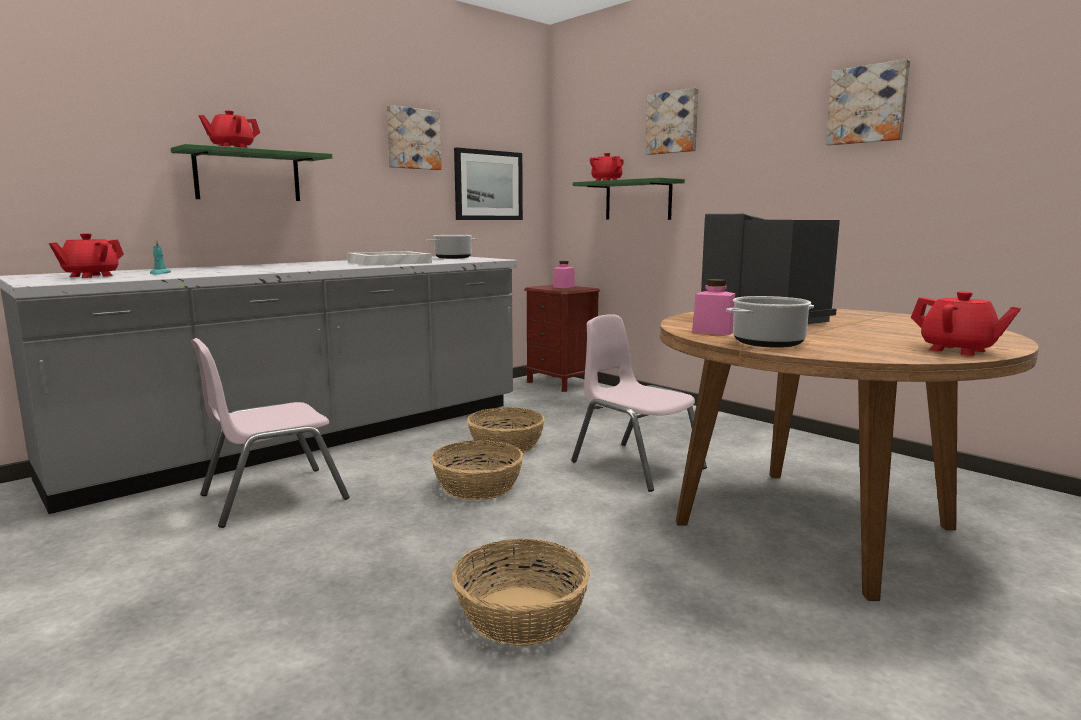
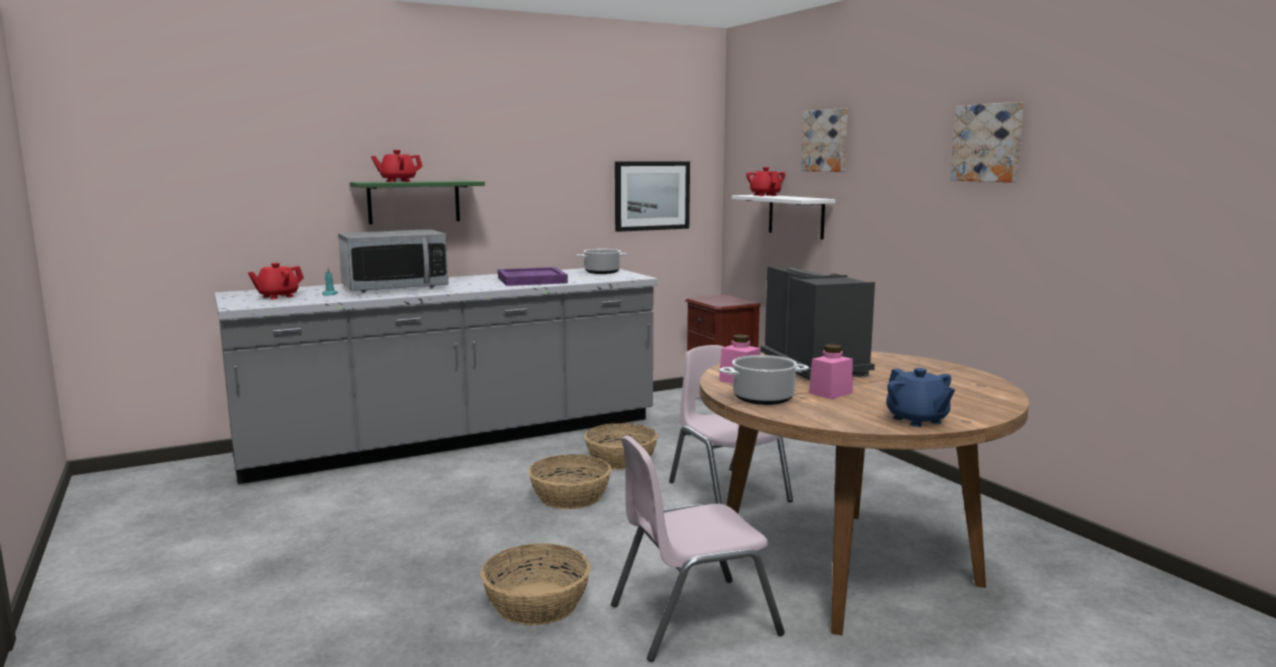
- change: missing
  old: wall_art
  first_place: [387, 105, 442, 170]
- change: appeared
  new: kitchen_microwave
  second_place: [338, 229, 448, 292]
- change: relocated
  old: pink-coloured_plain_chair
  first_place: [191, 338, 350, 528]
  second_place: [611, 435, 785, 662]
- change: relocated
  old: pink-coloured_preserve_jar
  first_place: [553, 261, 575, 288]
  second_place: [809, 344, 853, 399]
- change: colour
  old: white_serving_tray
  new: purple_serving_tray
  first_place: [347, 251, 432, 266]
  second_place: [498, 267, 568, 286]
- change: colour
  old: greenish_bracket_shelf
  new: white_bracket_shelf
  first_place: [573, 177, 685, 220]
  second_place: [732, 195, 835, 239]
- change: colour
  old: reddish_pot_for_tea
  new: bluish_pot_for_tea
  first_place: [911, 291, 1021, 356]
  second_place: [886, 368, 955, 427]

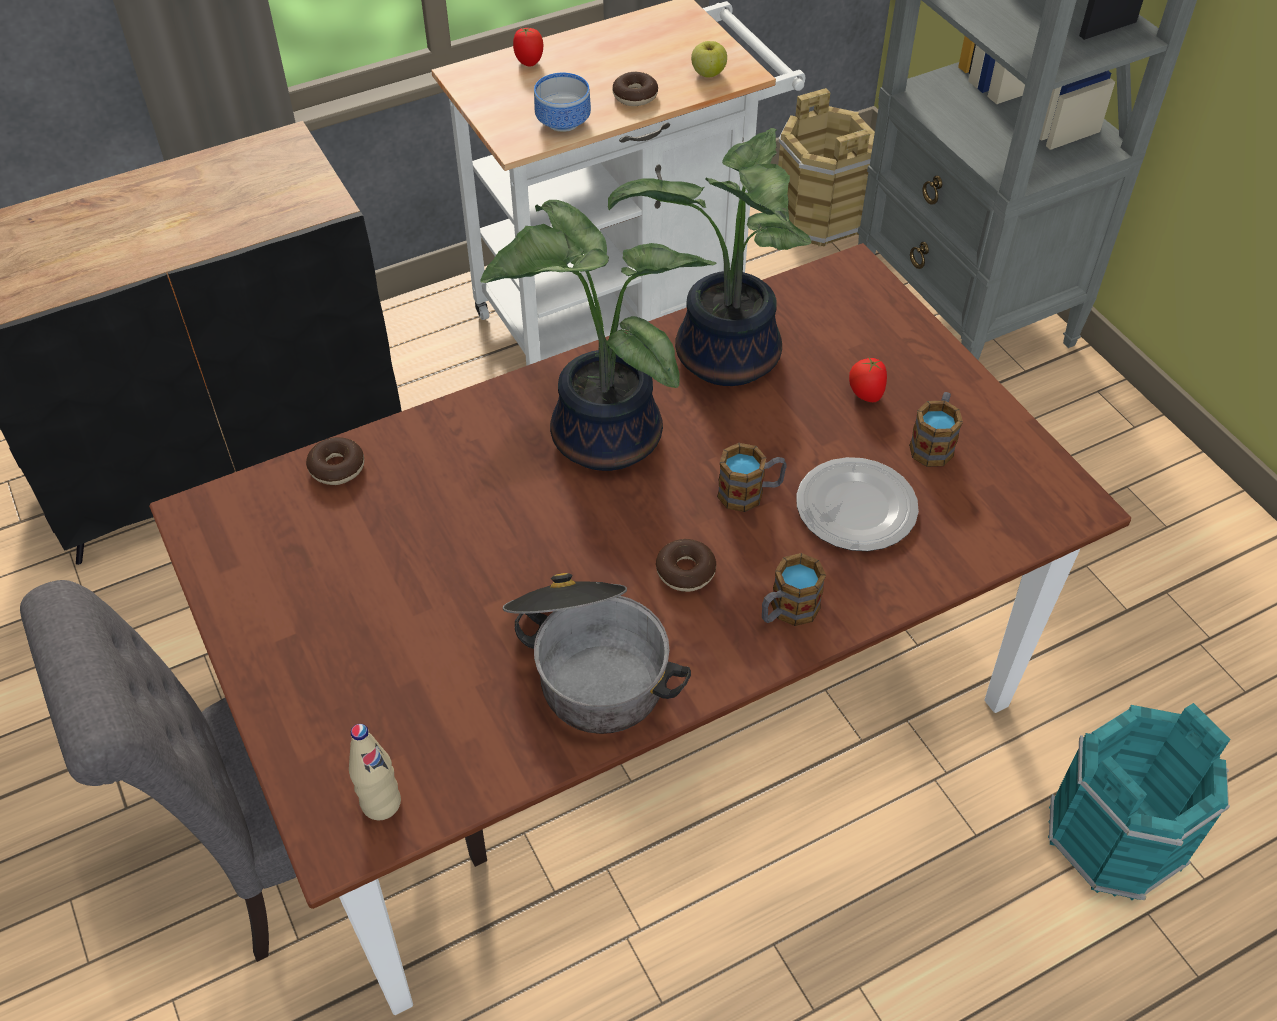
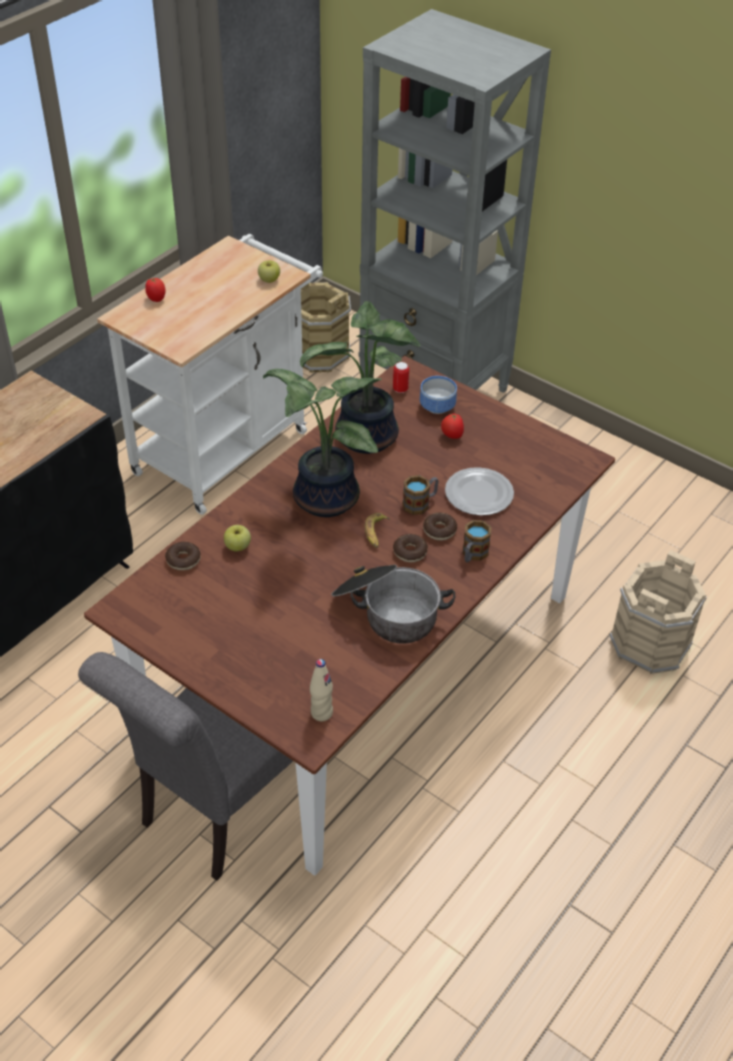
- change: missing
  old: mug
  first_place: [909, 392, 963, 467]
- change: appeared
  new: whole_apple
  second_place: [224, 525, 251, 551]
- change: appeared
  new: banana
  second_place: [365, 513, 390, 548]
- change: appeared
  new: sealed_can
  second_place: [393, 362, 409, 393]
- change: relocated
  old: deep_dish
  first_place: [534, 73, 591, 132]
  second_place: [420, 376, 457, 414]
- change: relocated
  old: donut
  first_place: [612, 72, 658, 106]
  second_place: [423, 513, 457, 541]
- change: colour
  old: turquoise-coloured_water_bucket
  new: beige_water_bucket
  first_place: [1048, 703, 1231, 900]
  second_place: [609, 550, 707, 674]

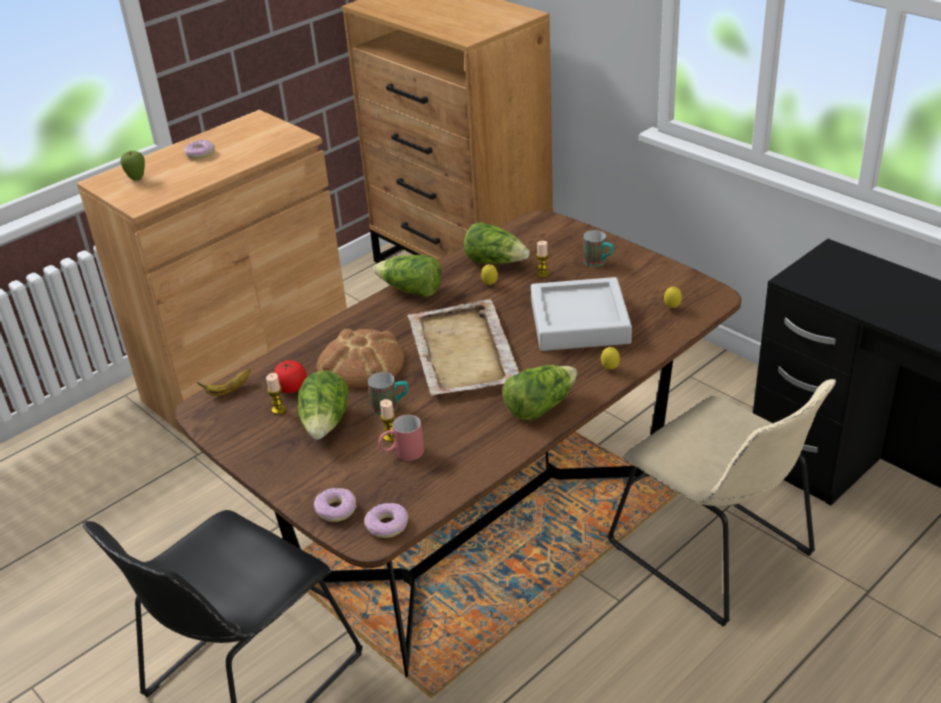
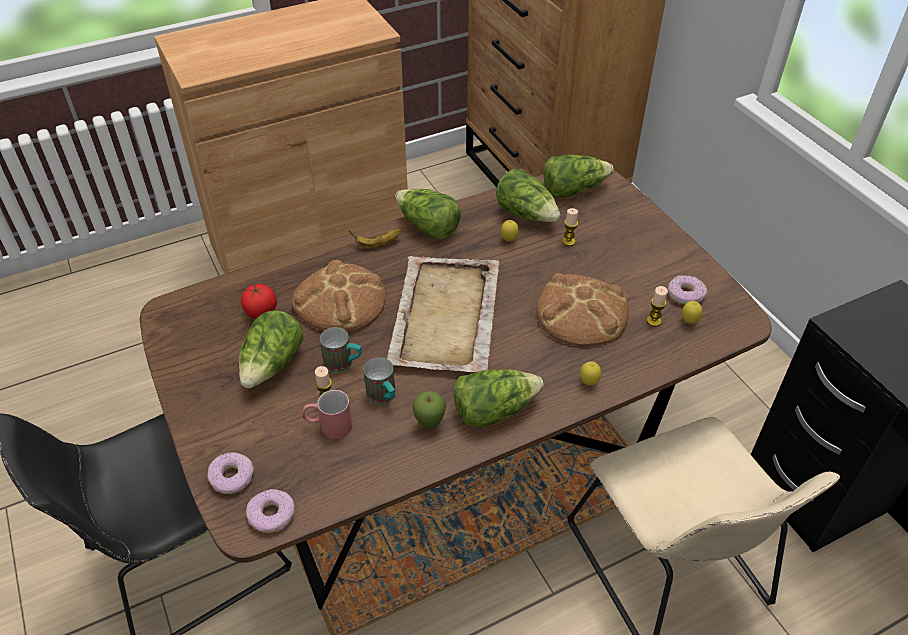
- change: appeared
  new: lettuce_head
  second_place: [544, 154, 614, 198]
- change: relocated
  old: whole_apple
  first_place: [120, 151, 145, 180]
  second_place: [412, 391, 446, 428]
- change: relocated
  old: donut
  first_place: [184, 140, 215, 159]
  second_place: [668, 275, 707, 305]
- change: relocated
  old: banana
  first_place: [197, 369, 251, 396]
  second_place: [349, 228, 402, 249]
- change: relocated
  old: candle
  first_place: [266, 373, 286, 414]
  second_place: [647, 286, 668, 327]
- change: relocated
  old: mug
  first_place: [583, 230, 614, 267]
  second_place: [364, 357, 395, 404]
- change: exchanged
  old: greyish_serving_tray
  new: baked_bread
  first_place: [531, 277, 632, 351]
  second_place: [536, 273, 629, 346]

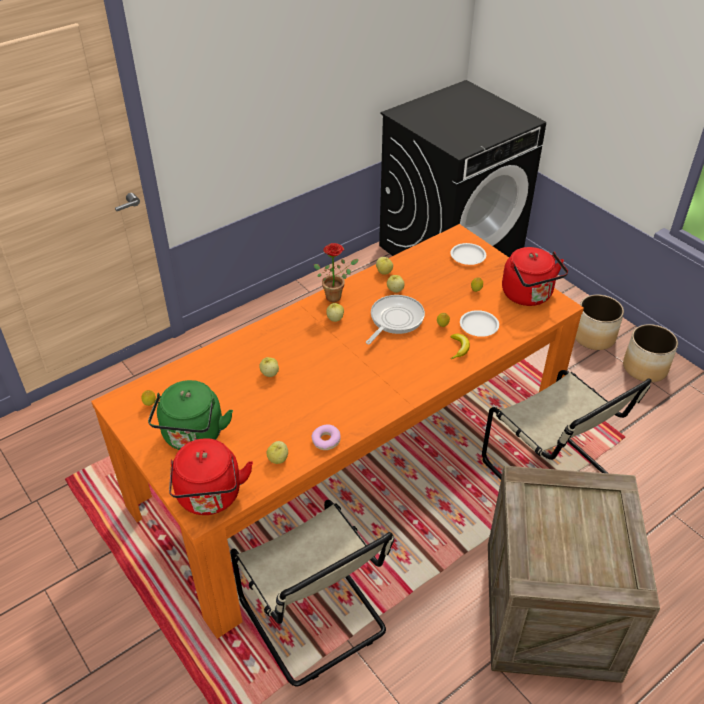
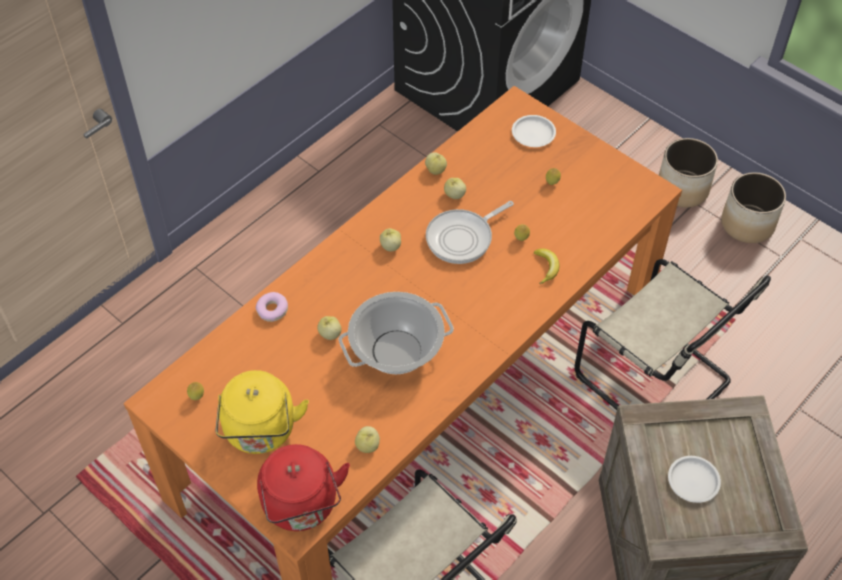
- change: missing
  old: potted_plant
  first_place: [314, 243, 359, 302]
- change: missing
  old: reddish_kettle
  first_place: [502, 247, 568, 306]
- change: appeared
  new: stockpot
  second_place: [339, 292, 454, 374]
- change: relocated
  old: donut
  first_place: [311, 424, 341, 450]
  second_place: [256, 292, 288, 322]
- change: relocated
  old: white_plate
  first_place: [460, 310, 499, 337]
  second_place: [668, 456, 721, 503]
- change: colour
  old: greenish_kettle
  new: yellow-coloured_kettle
  first_place: [148, 380, 233, 450]
  second_place: [216, 370, 309, 454]
- change: spun
  old: pan
  first_place: [366, 295, 425, 344]
  second_place: [426, 201, 514, 264]
  degrees: -150

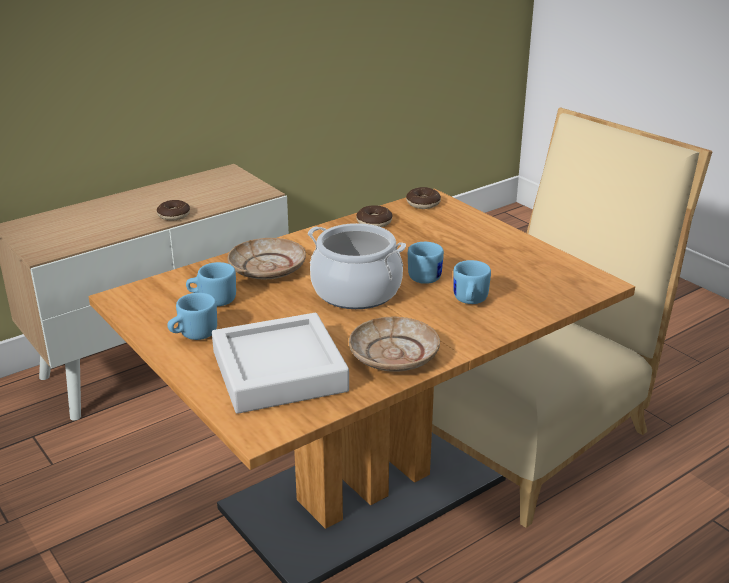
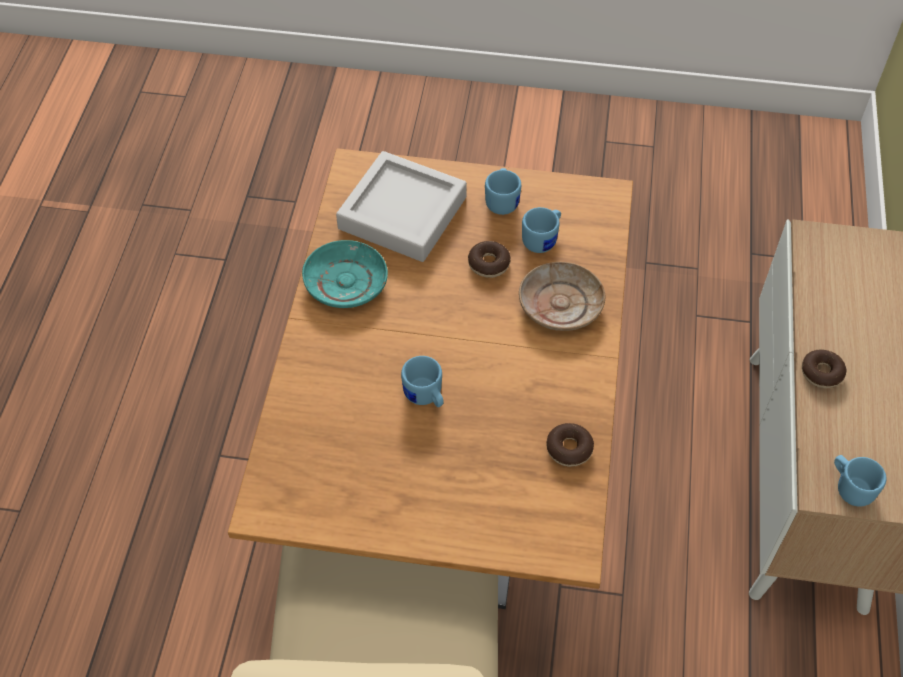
- change: missing
  old: stockpot
  first_place: [308, 223, 406, 309]
- change: relocated
  old: donut
  first_place: [406, 187, 441, 209]
  second_place: [468, 241, 511, 278]
- change: relocated
  old: bluish_mug
  first_place: [453, 260, 491, 304]
  second_place: [834, 455, 886, 507]
- change: colour
  old: beige_plate
  new: turquoise-coloured_plate
  first_place: [349, 316, 440, 372]
  second_place: [302, 240, 388, 308]

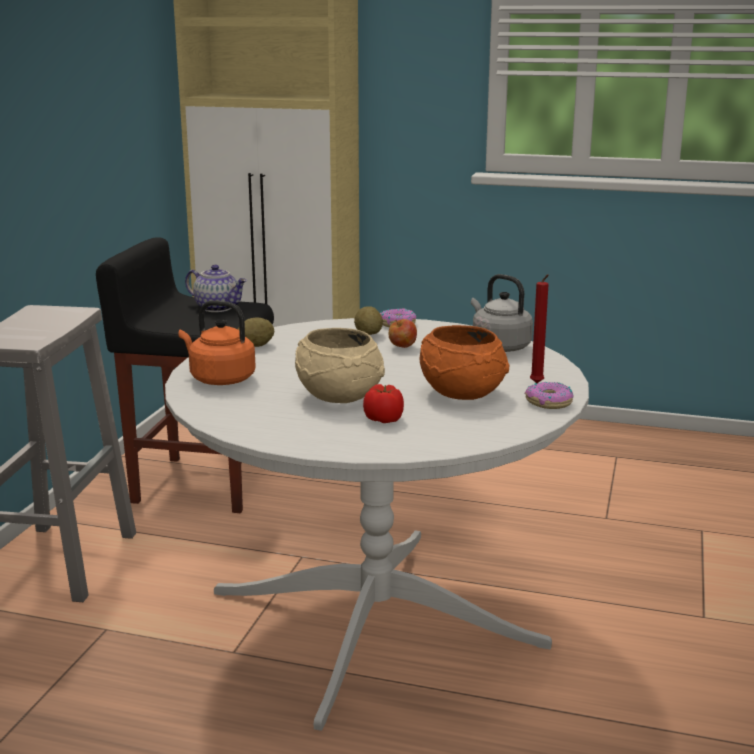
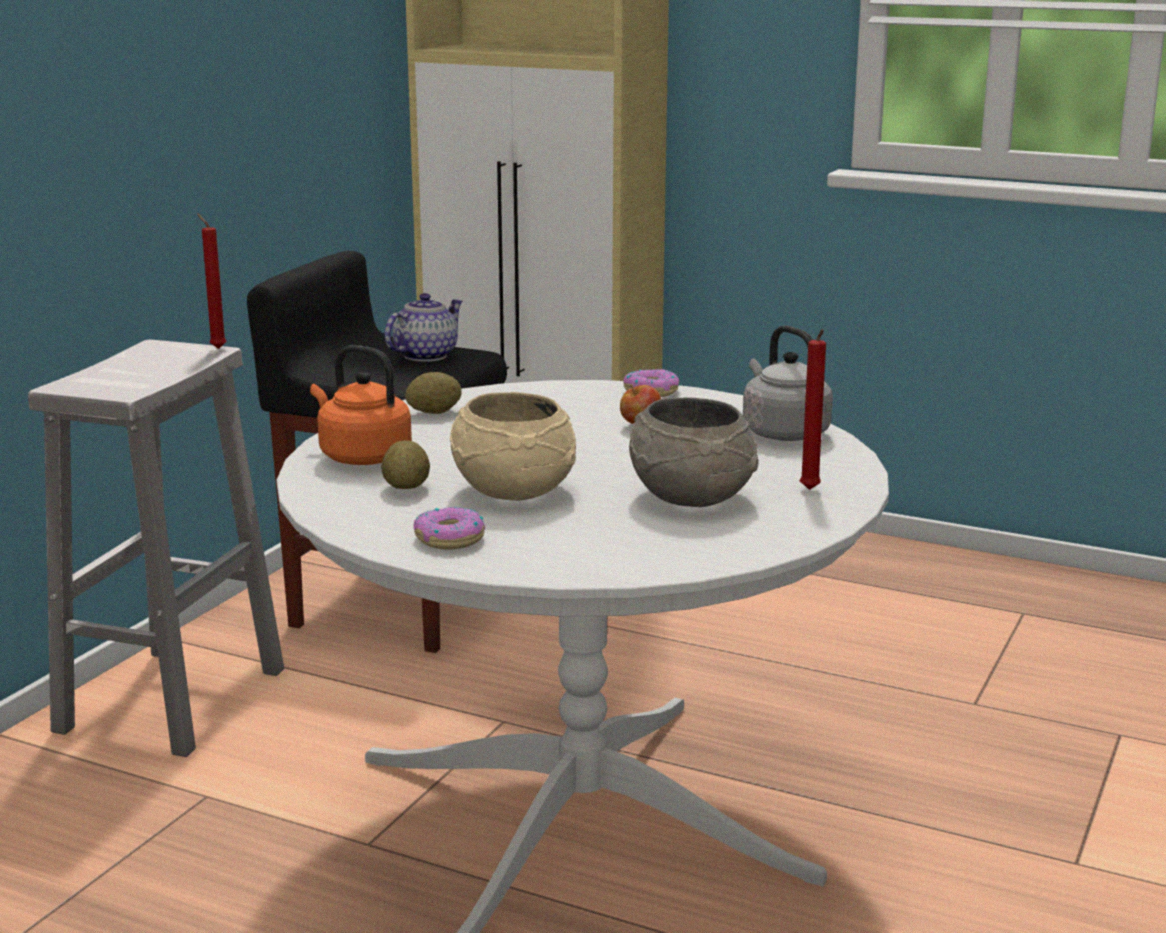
- change: missing
  old: tomato
  first_place: [363, 384, 404, 423]
- change: appeared
  new: reddish_candle
  second_place: [197, 213, 226, 349]
- change: relocated
  old: potato
  first_place: [354, 306, 383, 335]
  second_place: [381, 440, 430, 489]
- change: relocated
  old: donut
  first_place: [525, 382, 573, 409]
  second_place: [413, 507, 485, 550]
- change: colour
  old: orangey_deep_dish
  new: greyish_deep_dish
  first_place: [420, 325, 509, 400]
  second_place: [629, 397, 758, 507]
- change: spun
  old: pot_for_tea
  first_place: [185, 265, 247, 312]
  second_place: [385, 293, 463, 362]
  degrees: -90

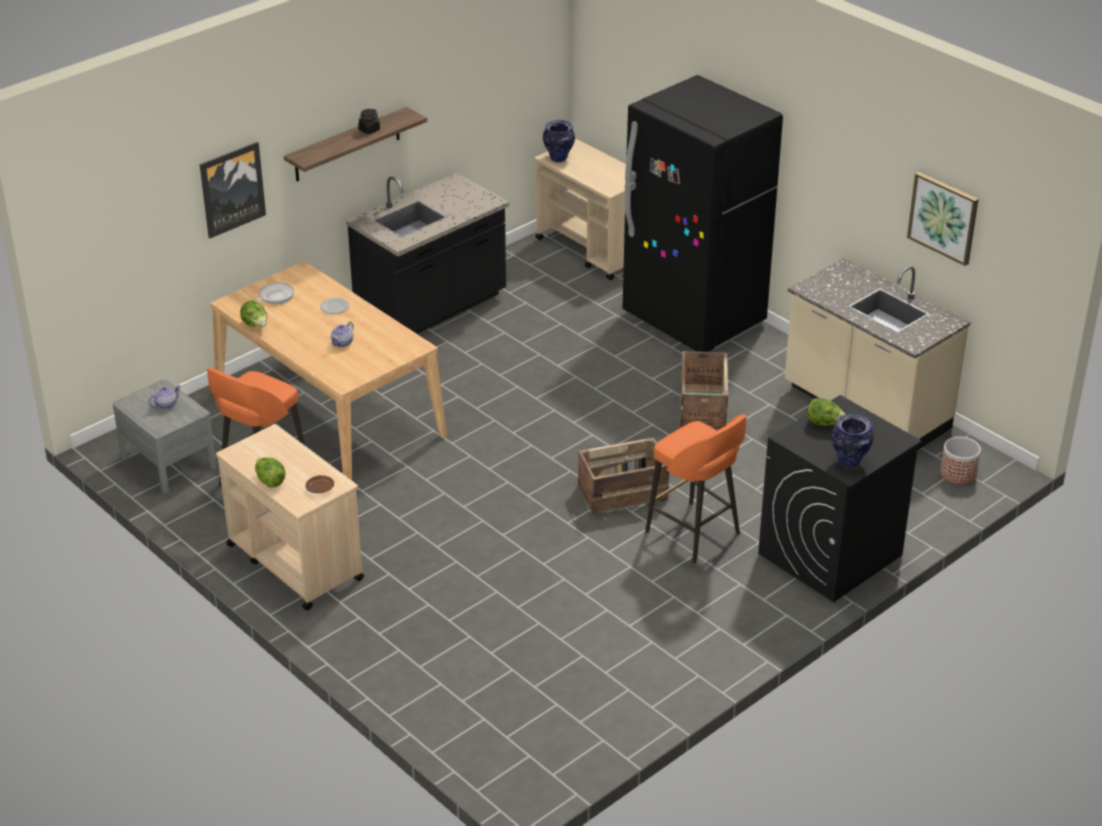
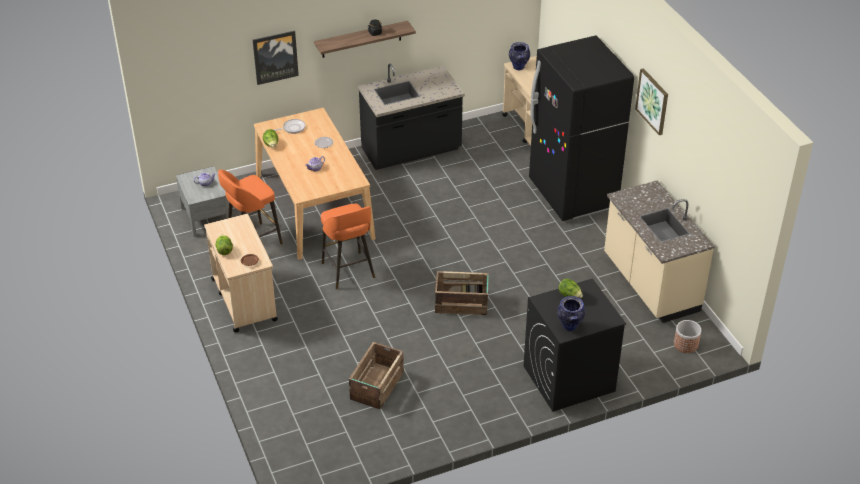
- change: relocated
  old: orangey_stool
  first_place: [645, 415, 746, 563]
  second_place: [321, 204, 375, 289]
- change: relocated
  old: crate
  first_place: [680, 351, 728, 429]
  second_place: [349, 342, 404, 410]
- change: relocated
  old: wall_art
  first_place: [907, 172, 979, 266]
  second_place: [635, 68, 668, 135]

